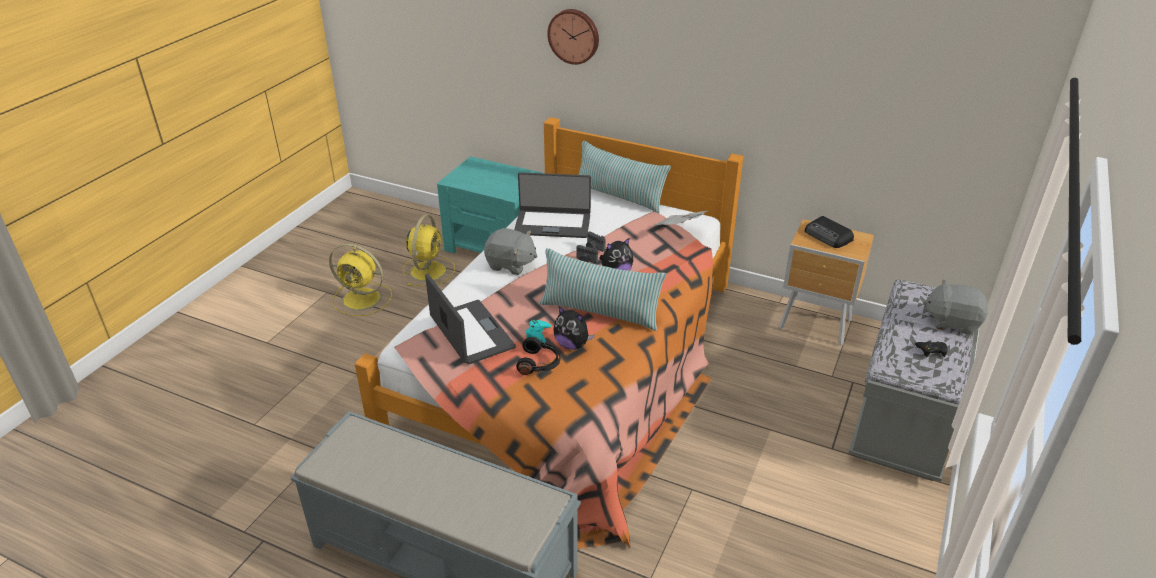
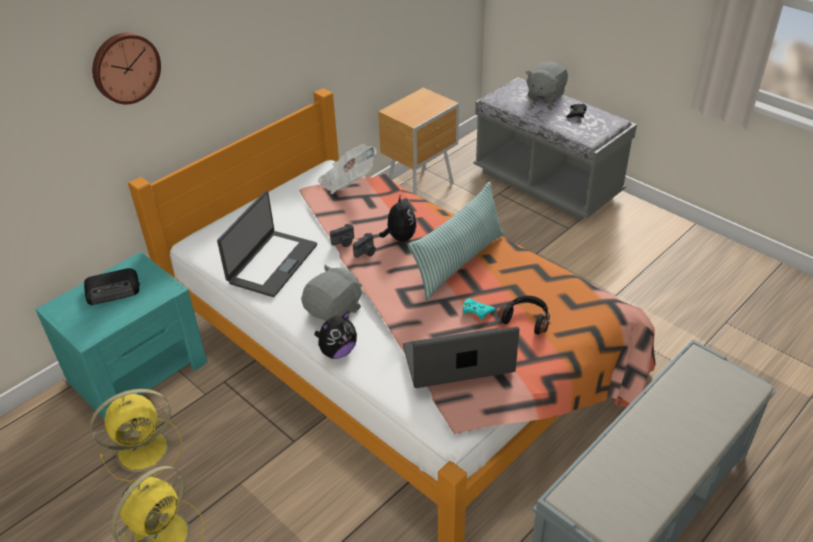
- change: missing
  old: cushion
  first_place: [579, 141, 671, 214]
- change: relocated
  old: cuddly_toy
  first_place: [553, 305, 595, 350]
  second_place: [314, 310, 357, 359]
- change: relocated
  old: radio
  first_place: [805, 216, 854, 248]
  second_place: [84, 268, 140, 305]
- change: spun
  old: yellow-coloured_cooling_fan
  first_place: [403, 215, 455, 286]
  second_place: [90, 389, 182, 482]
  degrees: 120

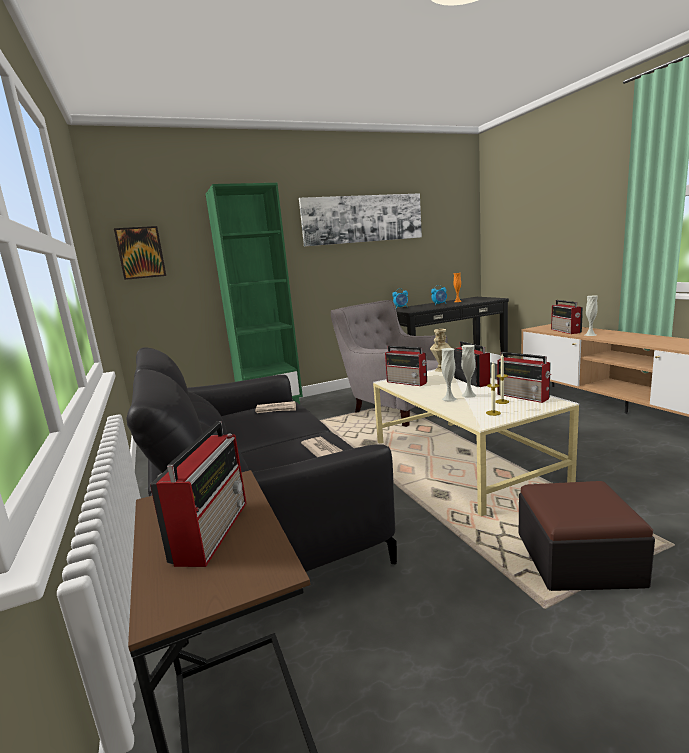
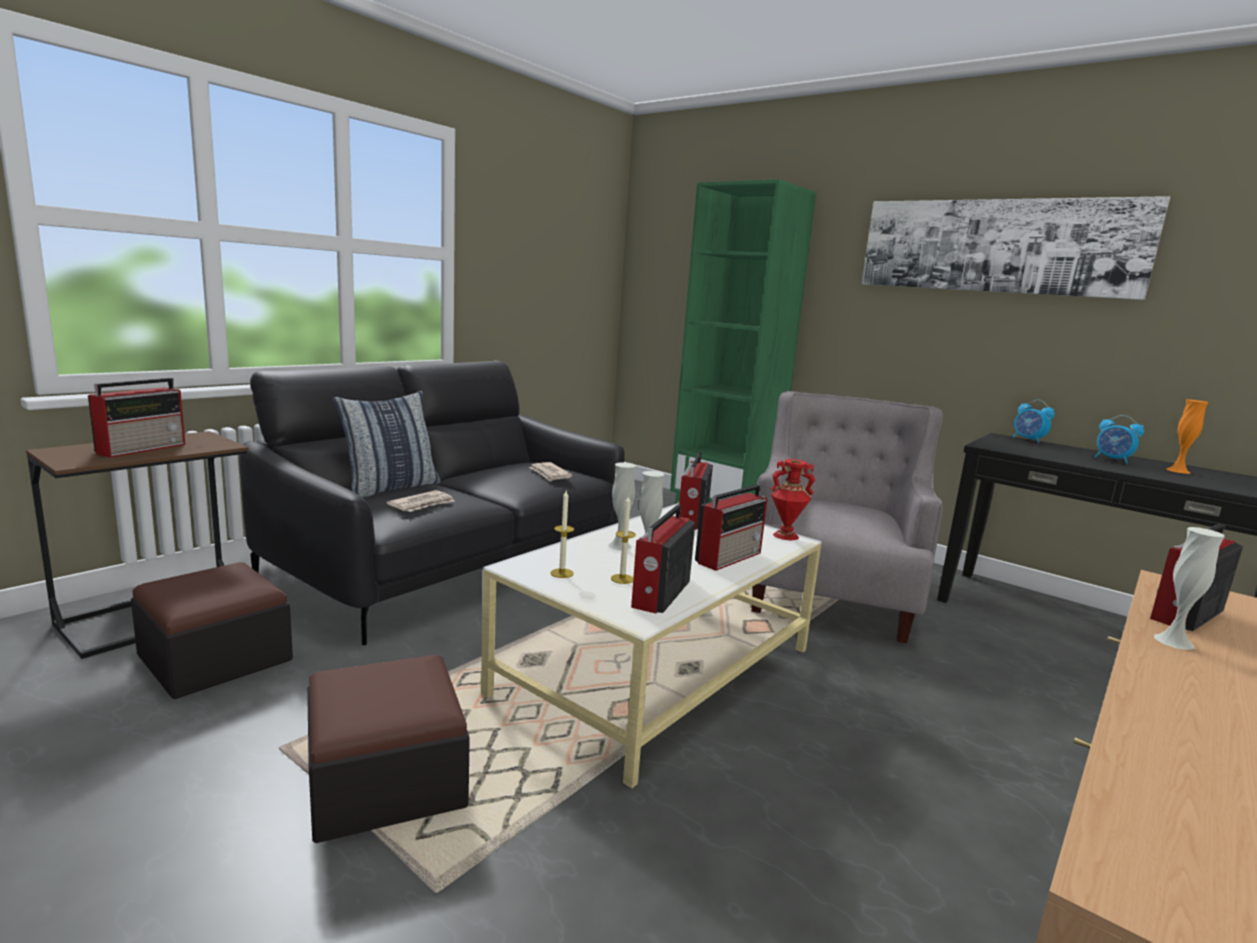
- change: missing
  old: wall_art
  first_place: [114, 226, 166, 280]
- change: appeared
  new: ottoman
  second_place: [131, 562, 293, 699]
- change: appeared
  new: cushion
  second_place: [333, 391, 441, 497]
- change: colour
  old: beige_flower_vase
  new: reddish_flower_vase
  first_place: [430, 329, 451, 372]
  second_place: [771, 459, 816, 541]
- change: spun
  old: radio
  first_place: [150, 422, 247, 567]
  second_place: [88, 378, 185, 458]
  degrees: -45

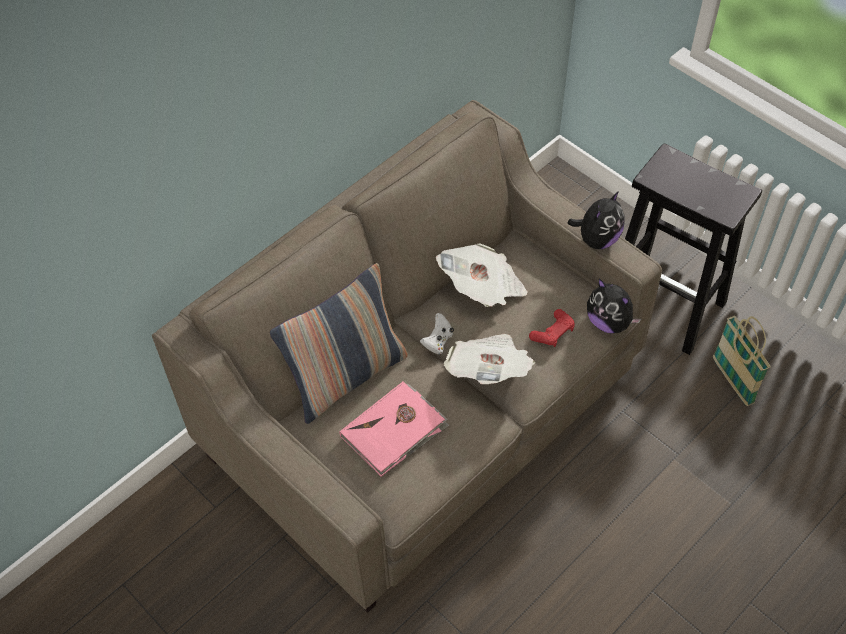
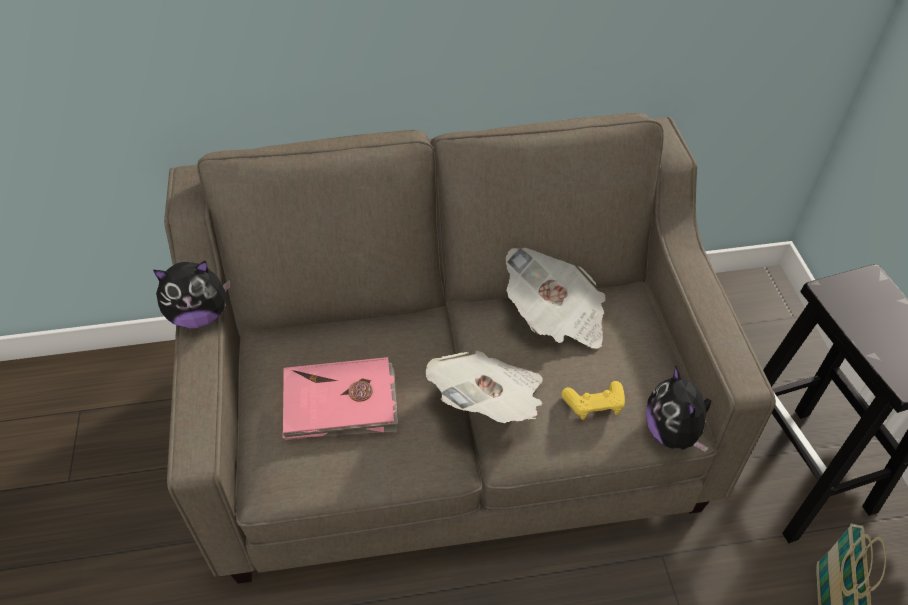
- change: missing
  old: cushion
  first_place: [270, 263, 408, 424]
- change: missing
  old: white_game_controller
  first_place: [420, 313, 454, 354]
- change: relocated
  old: cuddly_toy
  first_place: [567, 191, 624, 249]
  second_place: [153, 261, 231, 328]
- change: colour
  old: reddish_game_controller
  new: yellow-coloured_game_controller
  first_place: [529, 309, 575, 347]
  second_place: [561, 381, 625, 420]

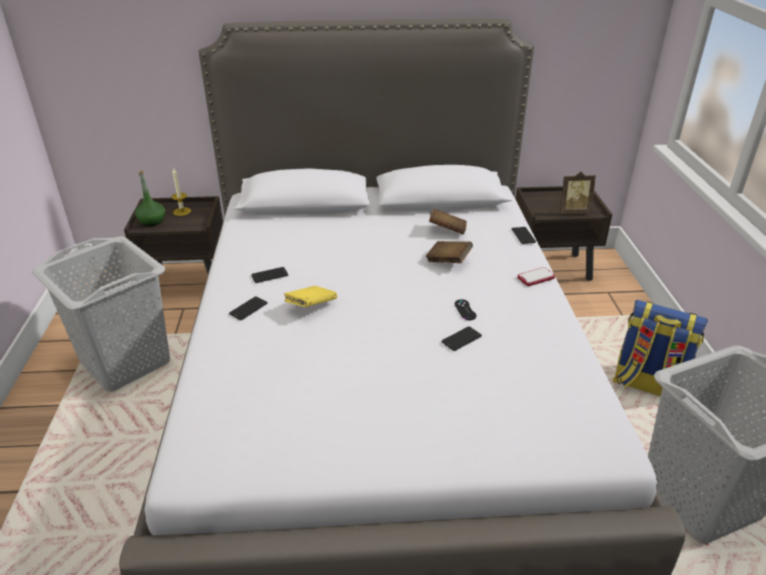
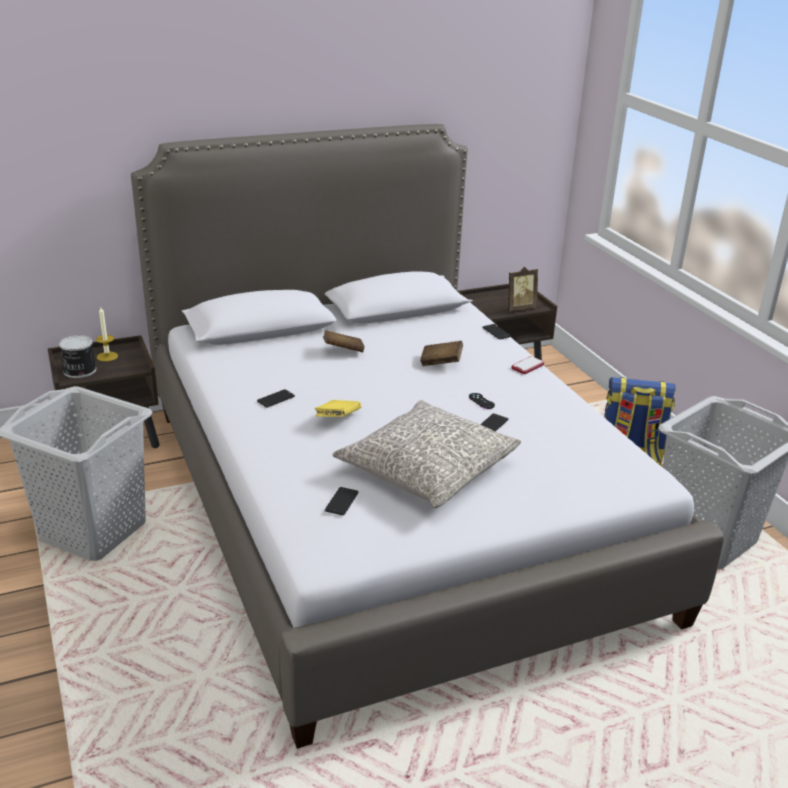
- change: appeared
  new: greyish_cushion
  second_place: [332, 400, 521, 508]
- change: relocated
  old: handset
  first_place: [229, 297, 268, 320]
  second_place: [325, 487, 359, 515]
- change: relocated
  old: brownish_book
  first_place: [429, 209, 467, 235]
  second_place: [323, 330, 365, 352]
- change: exchanged
  old: greenish_bottle
  new: sealed_can
  first_place: [135, 170, 165, 226]
  second_place: [59, 335, 96, 378]

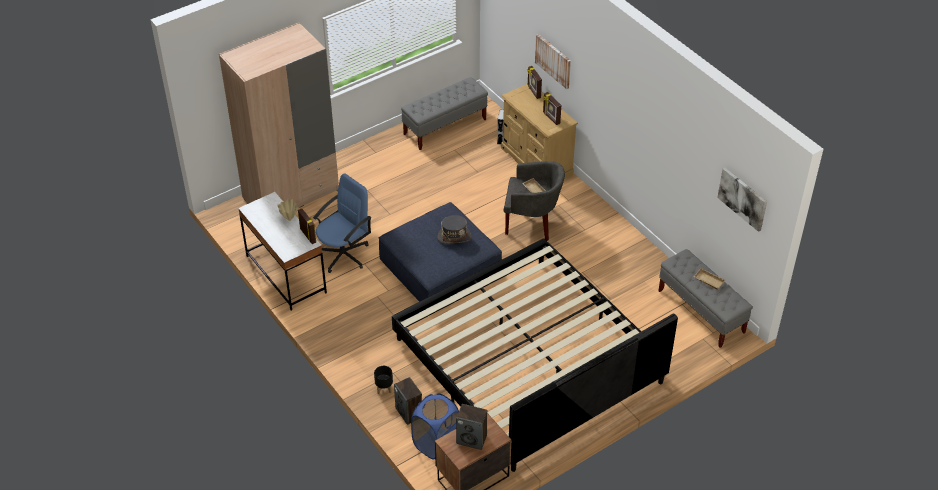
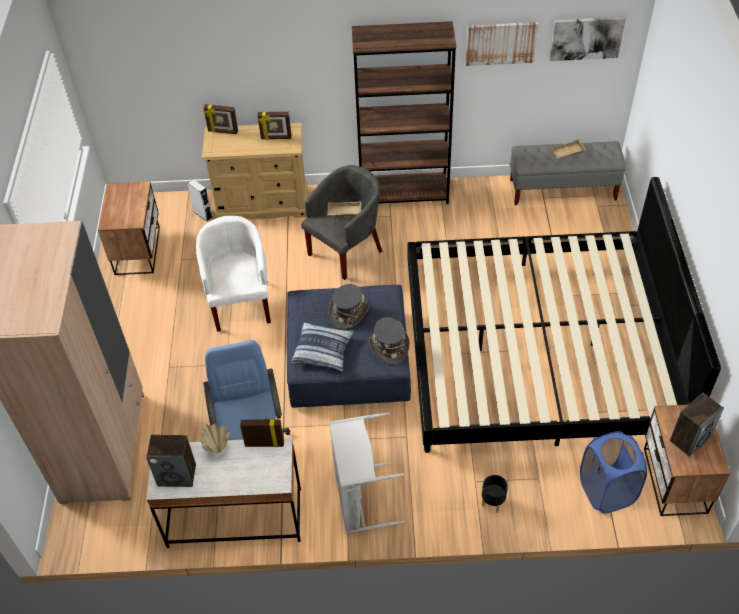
- change: appeared
  new: white_lounge_chair
  second_place: [196, 216, 271, 332]
- change: appeared
  new: cushion
  second_place: [291, 323, 354, 371]
- change: appeared
  new: greyish_washing_basket
  second_place: [329, 412, 404, 534]
- change: appeared
  new: brownish_bookcase
  second_place: [352, 21, 456, 204]
- change: appeared
  new: greyish_clothing_hat
  second_place: [369, 317, 410, 365]
- change: relocated
  old: loudspeaker
  first_place: [394, 377, 422, 425]
  second_place: [146, 435, 196, 487]
- change: relocated
  old: wall_art
  first_place: [535, 34, 571, 89]
  second_place: [466, 22, 538, 66]
- change: exchanged
  old: greyish_long_seat
  new: night_table
  first_place: [401, 77, 488, 150]
  second_place: [98, 182, 160, 275]

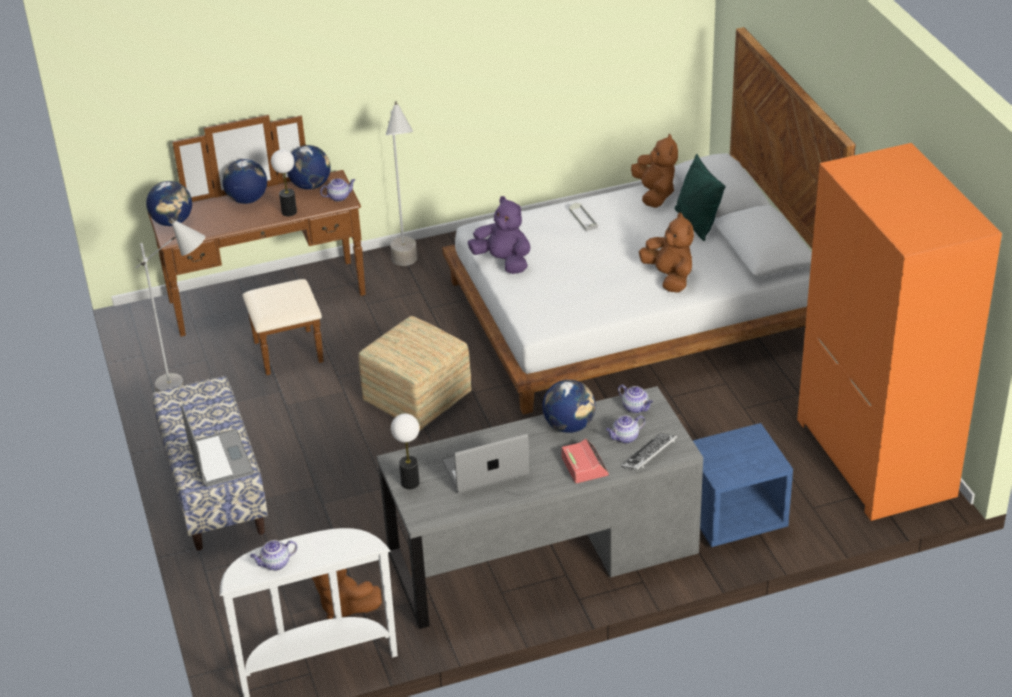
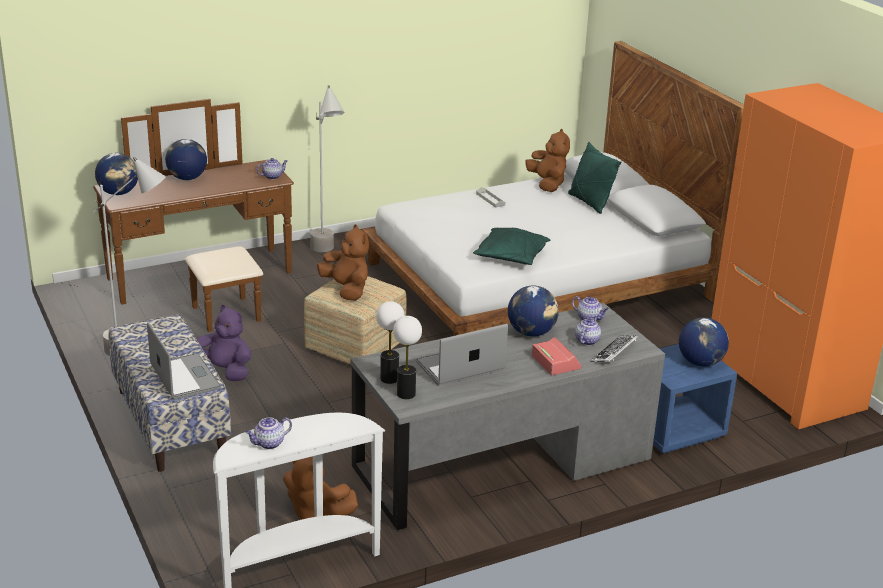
- change: appeared
  new: greenish_cushion
  second_place: [473, 228, 550, 265]
- change: relocated
  old: lamp_for_a_table
  first_place: [271, 149, 297, 216]
  second_place: [393, 316, 422, 399]
- change: relocated
  old: world_globe
  first_place: [287, 145, 331, 189]
  second_place: [679, 317, 729, 367]
- change: relocated
  old: purple_cuddly_toy
  first_place: [468, 196, 530, 274]
  second_place: [197, 305, 251, 381]
- change: relocated
  old: brownish_cuddly_toy
  first_place: [639, 212, 694, 293]
  second_place: [317, 224, 369, 301]
- change: spun
  old: pot_for_tea
  first_place: [606, 415, 645, 444]
  second_place: [575, 316, 601, 345]
  degrees: 150

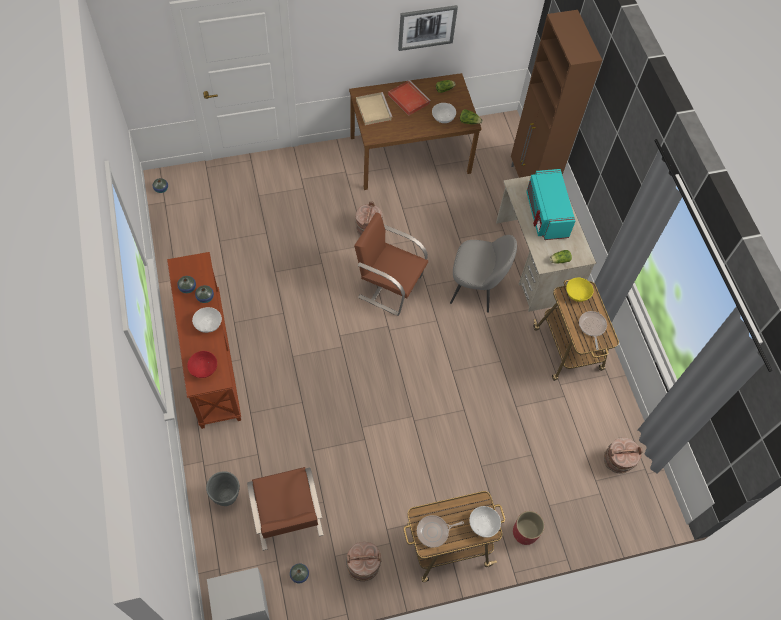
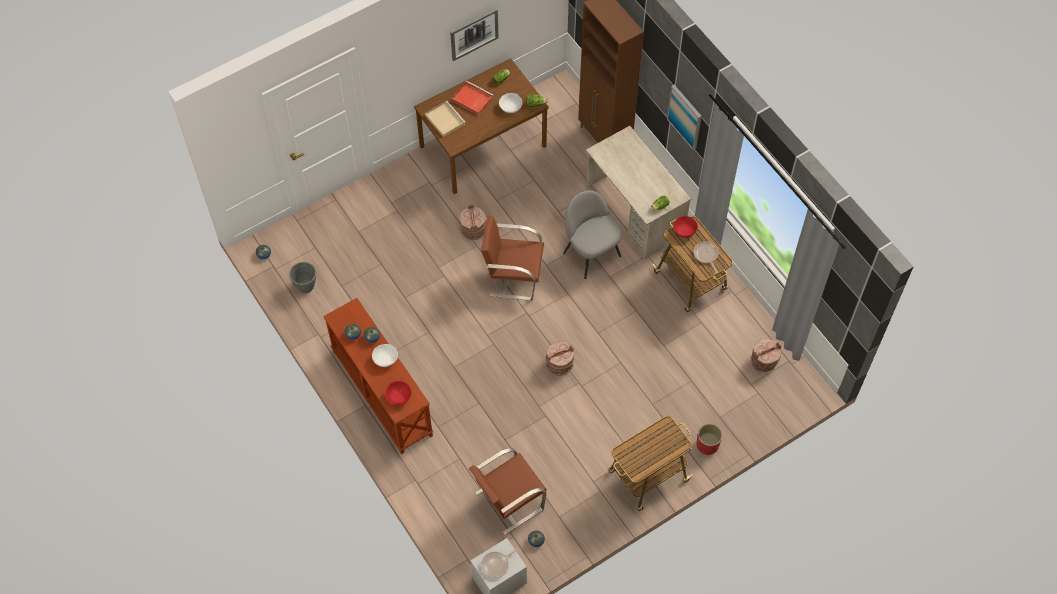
- change: missing
  old: white_deep_dish
  first_place: [469, 506, 501, 538]
- change: missing
  old: turquoise-coloured_kitchen_microwave
  first_place: [526, 169, 575, 240]
- change: appeared
  new: wall_art
  second_place: [667, 85, 702, 150]
- change: relocated
  old: greyish_flower_pot
  first_place: [206, 471, 240, 506]
  second_place: [289, 262, 316, 293]
- change: relocated
  old: brownish_water_bucket
  first_place: [346, 542, 382, 581]
  second_place: [546, 341, 574, 376]
- change: relocated
  old: pan
  first_place: [417, 515, 464, 548]
  second_place: [481, 548, 518, 578]
- change: colour
  old: yellow-coloured_deep_dish
  new: reddish_deep_dish
  first_place: [566, 278, 594, 302]
  second_place: [673, 216, 698, 238]
- change: spun
  old: brownish_plain_chair
  first_place: [247, 467, 324, 551]
  second_place: [468, 448, 547, 535]
  degrees: 90
- change: spun
  old: greyish_plain_chair
  first_place: [450, 235, 517, 313]
  second_place: [563, 190, 622, 279]
  degrees: -120

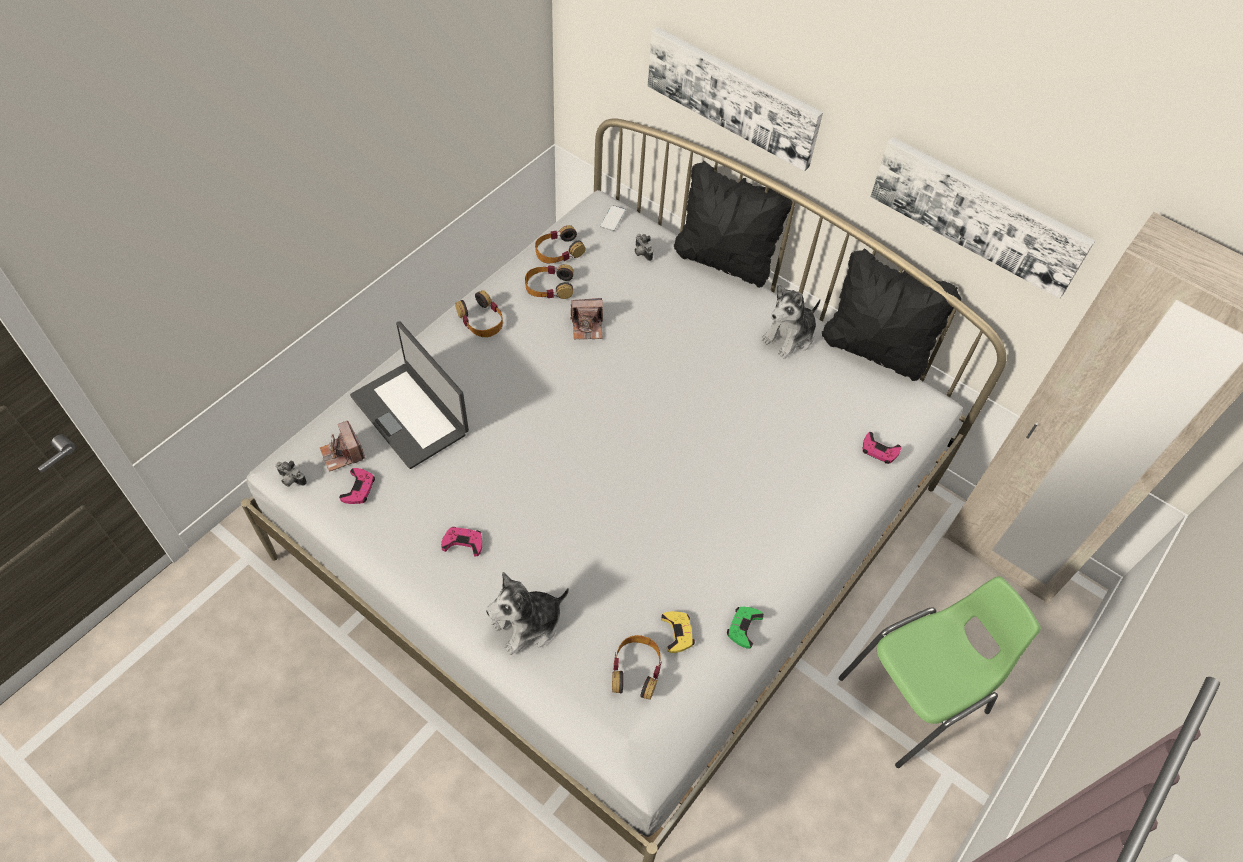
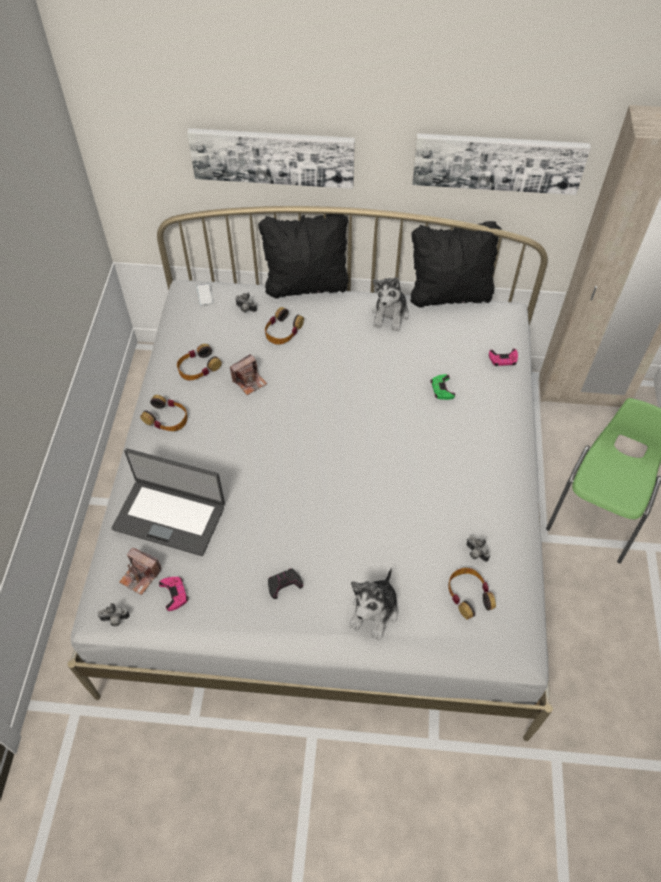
- change: relocated
  old: headphones
  first_place: [535, 225, 586, 263]
  second_place: [265, 307, 304, 345]
- change: relocated
  old: greenish_game_controller
  first_place: [727, 607, 764, 649]
  second_place: [431, 374, 455, 400]
- change: exchanged
  old: yellow-coloured_game_controller
  new: photo_camera
  first_place: [661, 611, 695, 653]
  second_place: [466, 536, 490, 562]
- change: colour
  old: pink-coloured_game_controller
  new: black-coloured_game_controller
  first_place: [441, 527, 482, 557]
  second_place: [268, 569, 303, 599]

